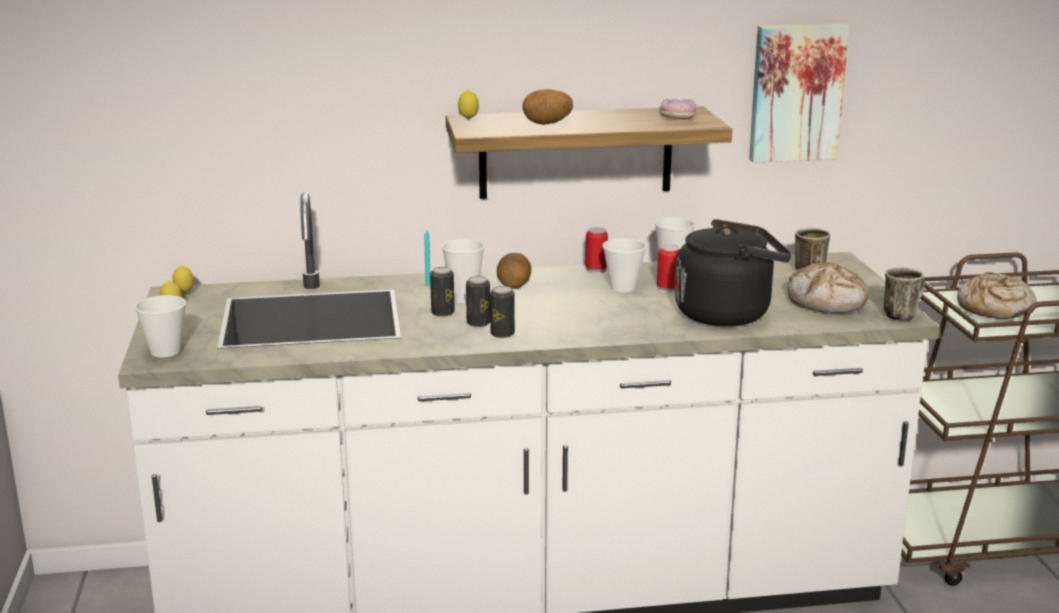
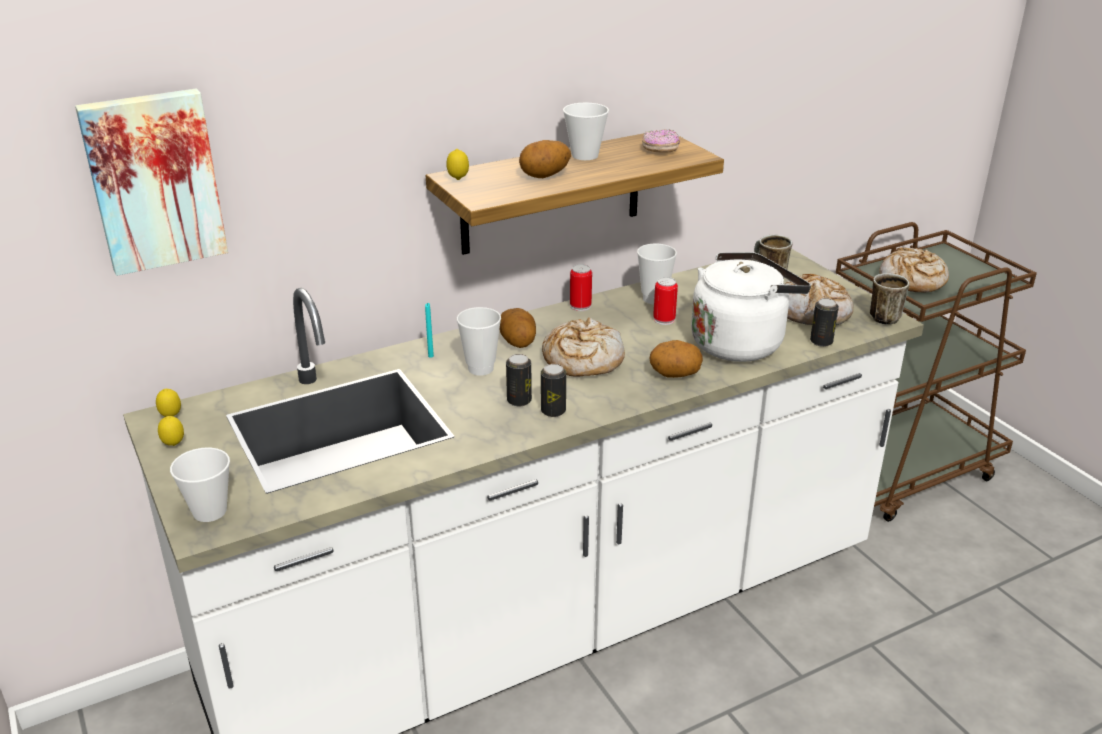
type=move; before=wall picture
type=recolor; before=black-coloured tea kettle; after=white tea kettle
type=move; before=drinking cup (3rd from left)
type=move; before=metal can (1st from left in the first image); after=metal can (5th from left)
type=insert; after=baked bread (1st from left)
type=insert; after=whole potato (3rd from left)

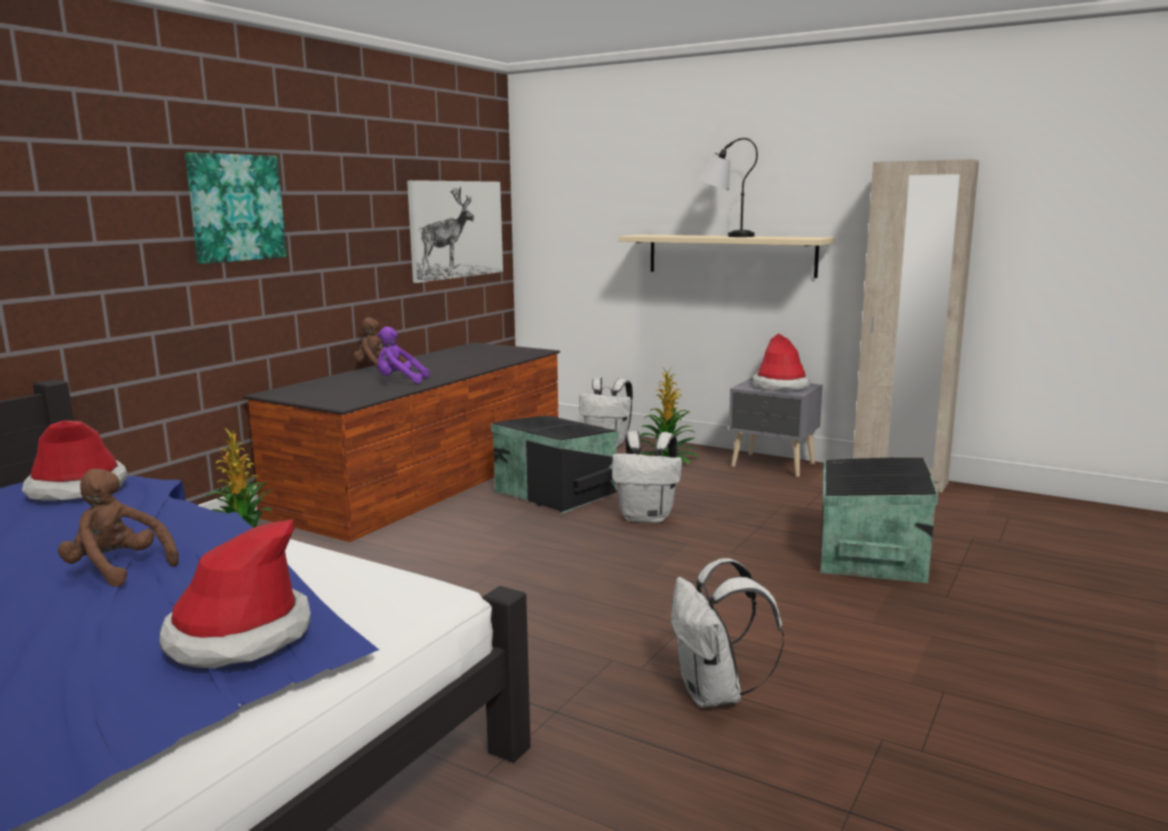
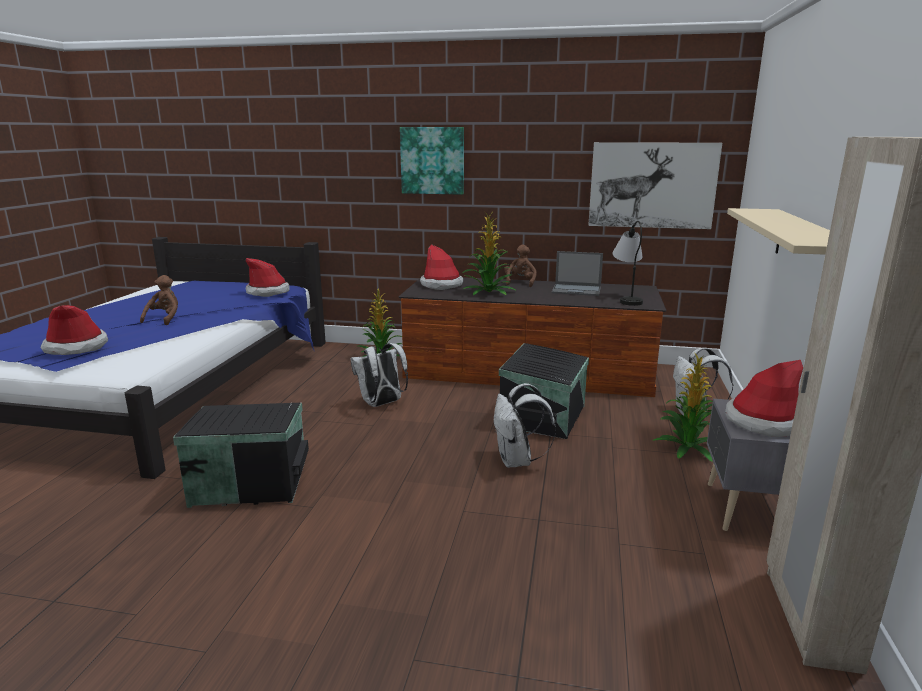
type=move; before=table lamp
type=replace; before=purplish cuddly toy; after=potted plant (2nd from left)
type=move; before=black-coloured storage box (2nd from left in the first image); after=black-coloured storage box (1st from left)
type=move; before=white knapsack (3rd from left in the first image); after=white knapsack (1st from left)
type=insert; after=hat (3rd from left)
type=insert; after=laptop

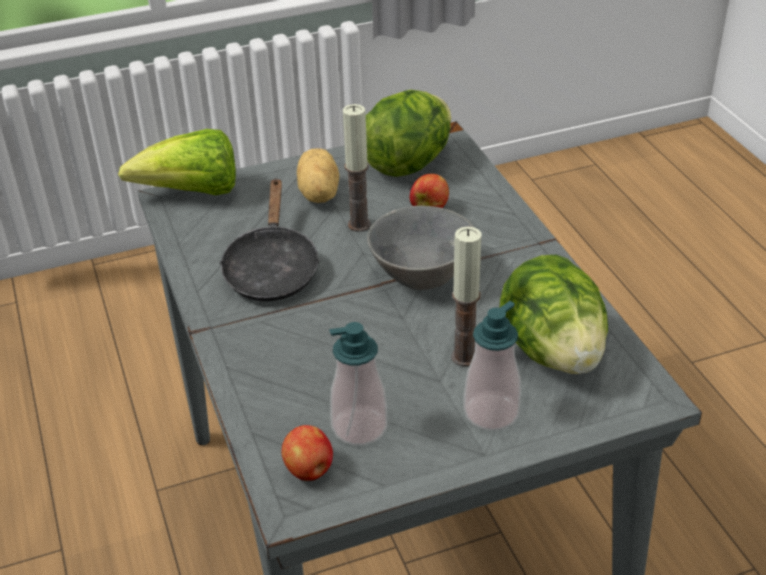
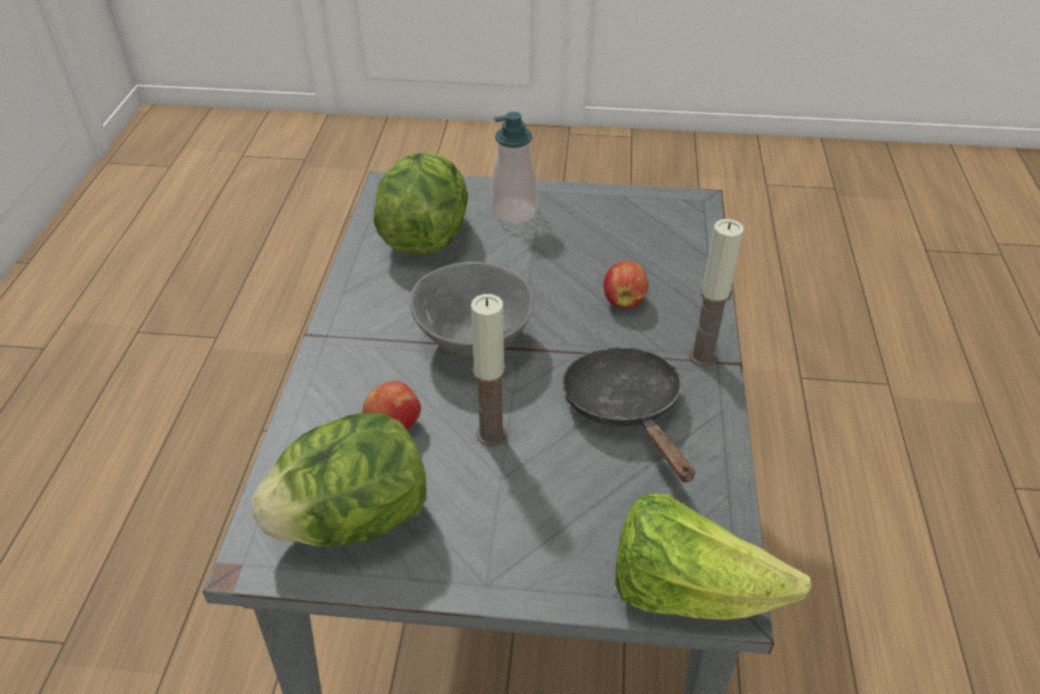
type=delete; before=whole potato
type=rotate; before=black-coloured pan; turn=-45
type=move; before=candle (2nd from left)
type=delete; before=soap bottle (1st from left)
type=move; before=whole apple (1st from left in the first image); after=whole apple (2nd from left)

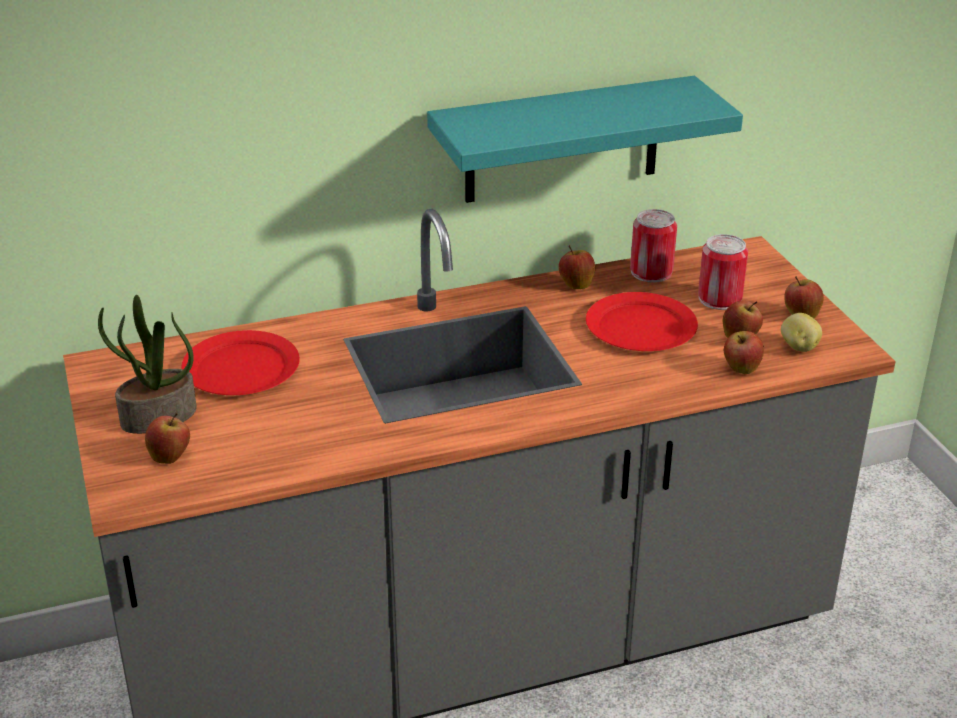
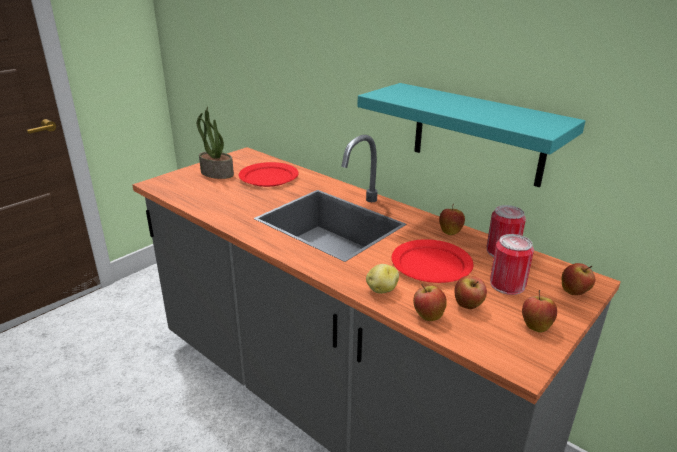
type=move; before=whole potato
type=move; before=whole apple (1st from left in the first image); after=whole apple (5th from left)

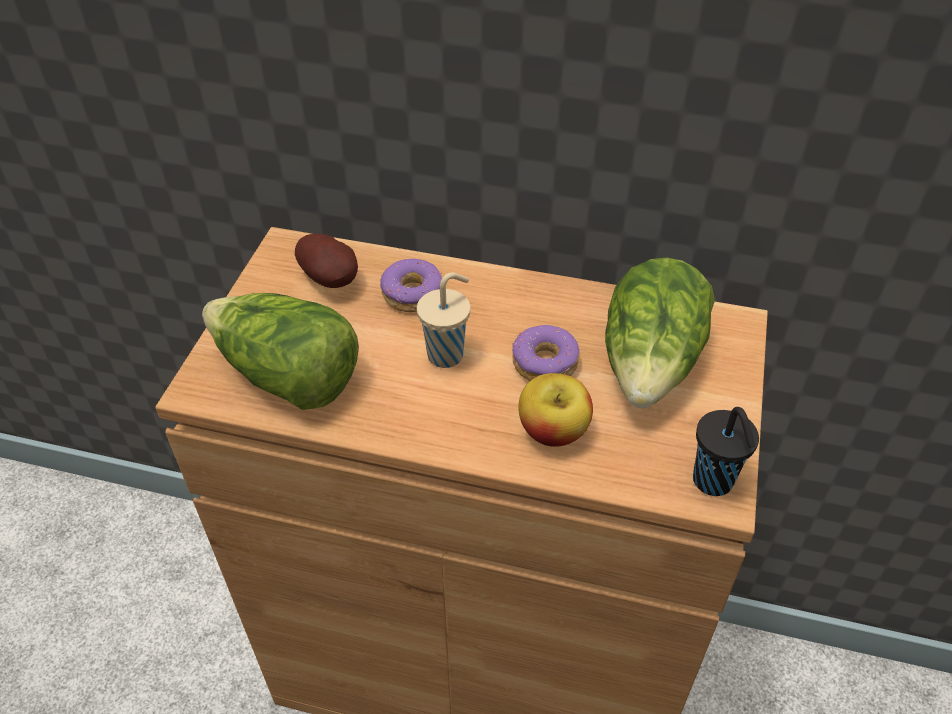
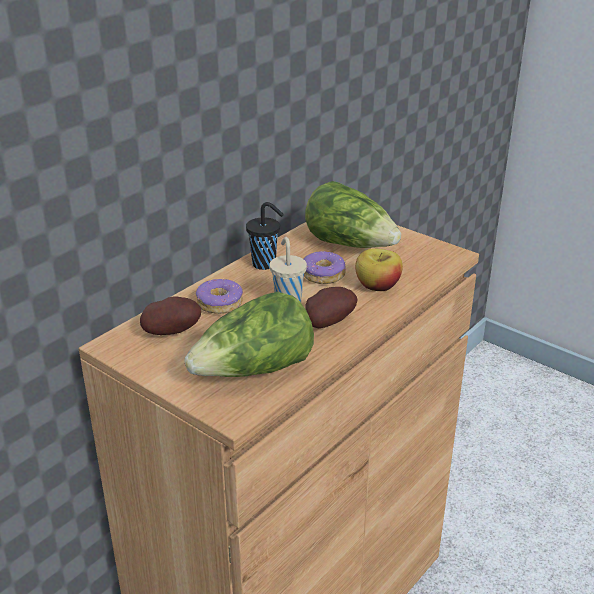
type=move; before=black-coloured drinking cup
type=insert; after=whole potato (2nd from left)

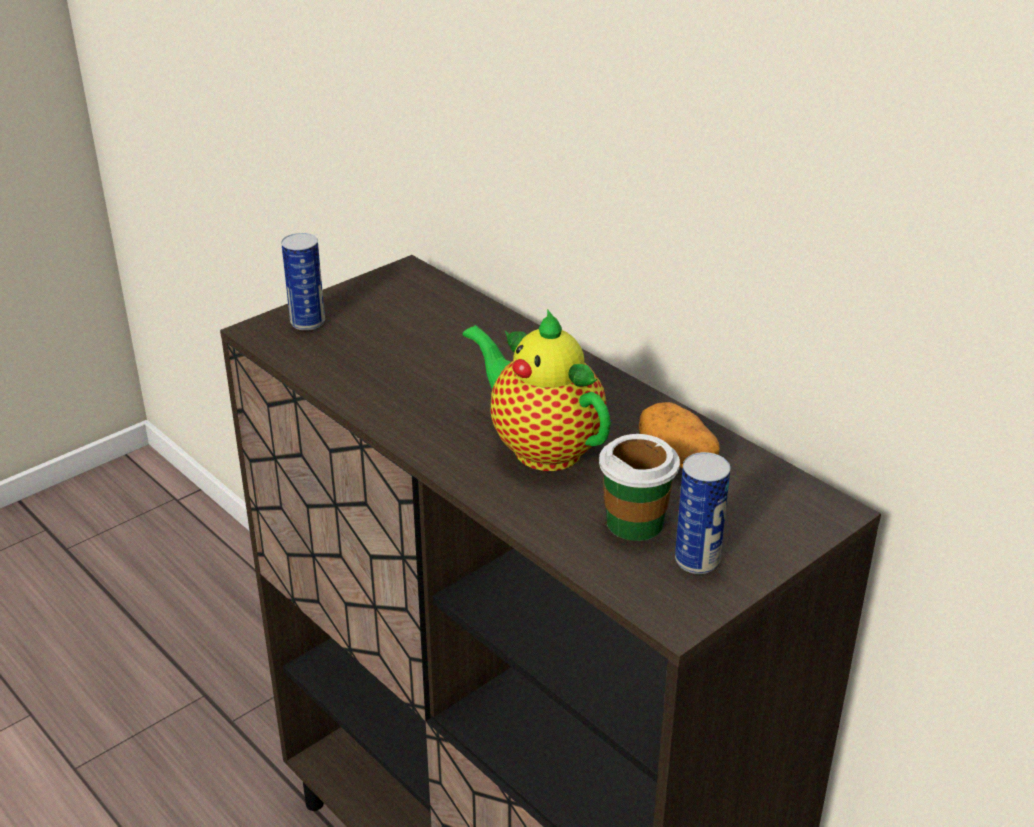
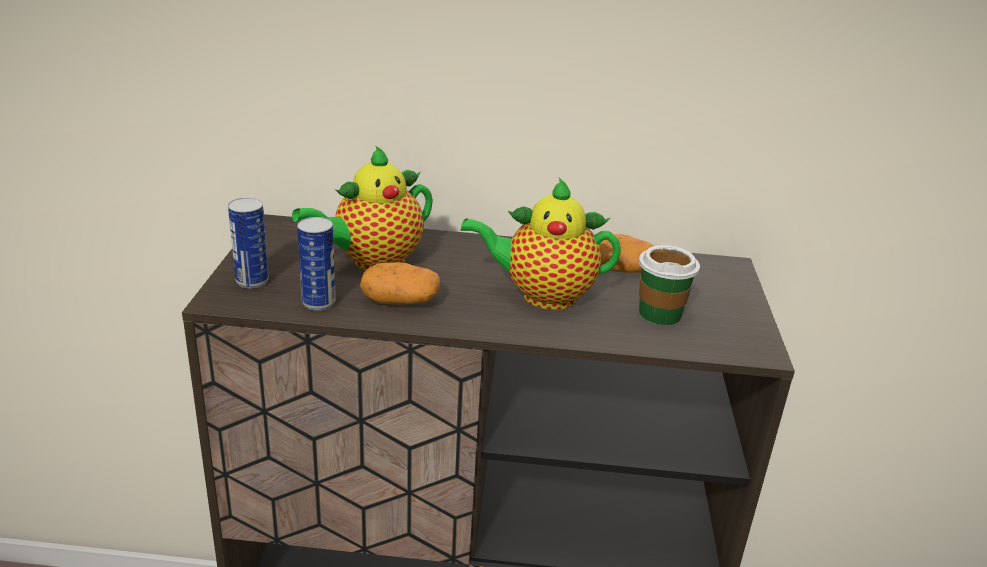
type=move; before=metal can (2nd from left)
type=insert; after=tea pot (1st from left)
type=insert; after=whole potato (1st from left)

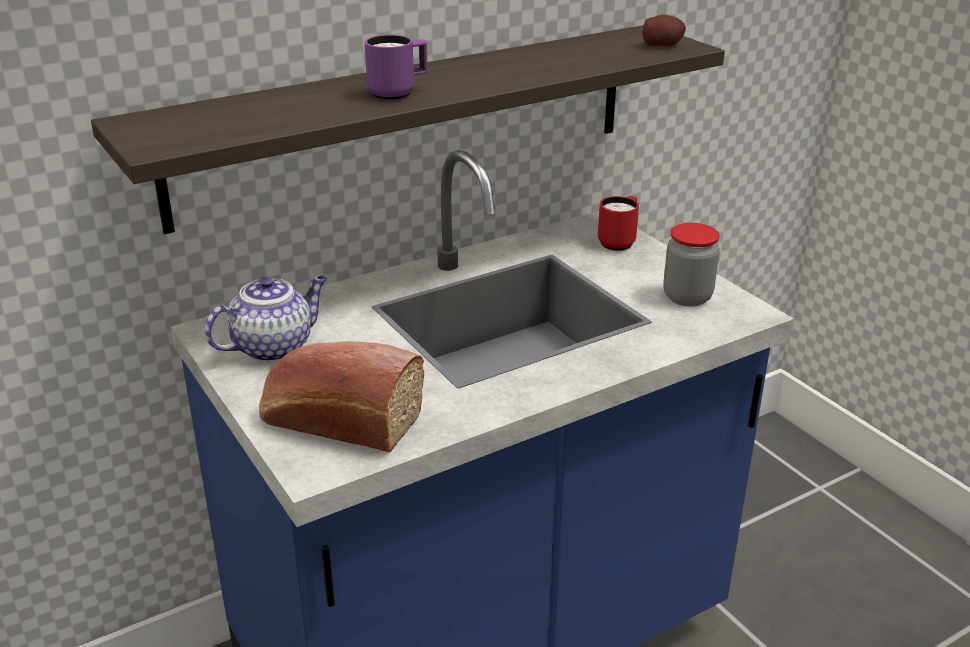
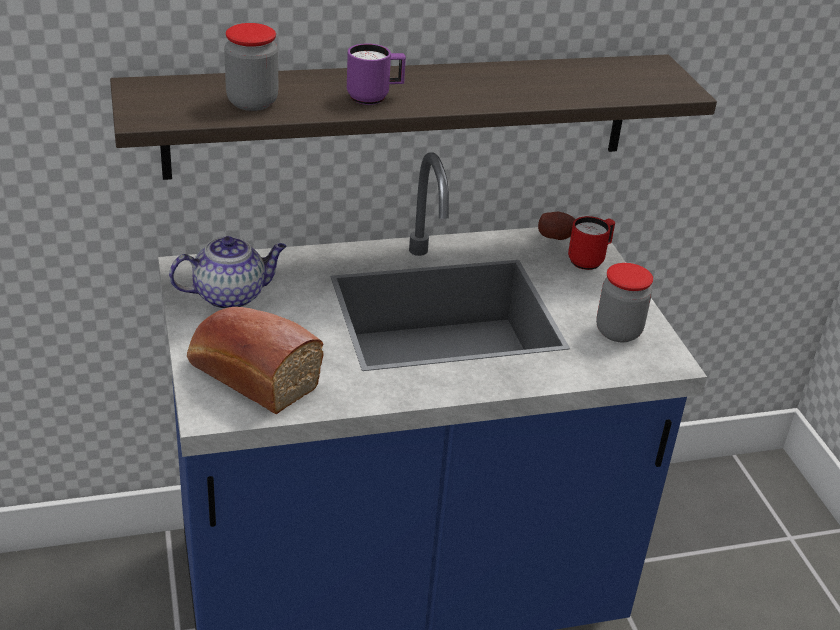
type=move; before=whole potato
type=insert; after=preserve jar (1st from left)

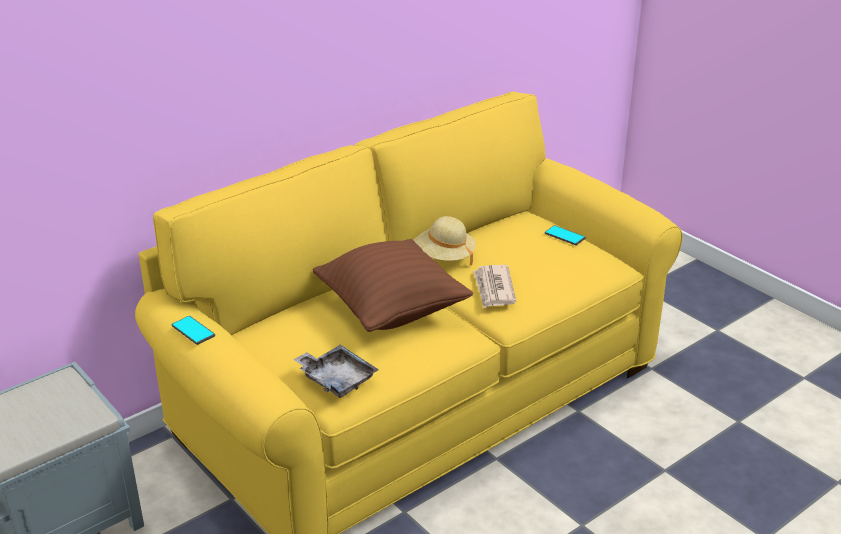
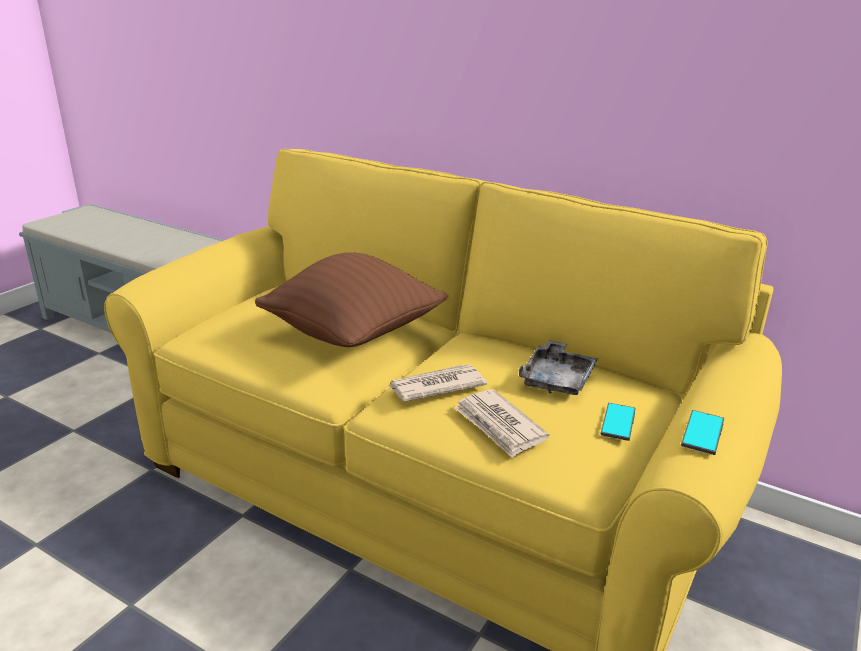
type=delete; before=beige-coloured hat
type=move; before=phone (1st from left in the first image); after=phone (2nd from left)
type=move; before=greyish tray
type=insert; after=newspaper (2nd from left)

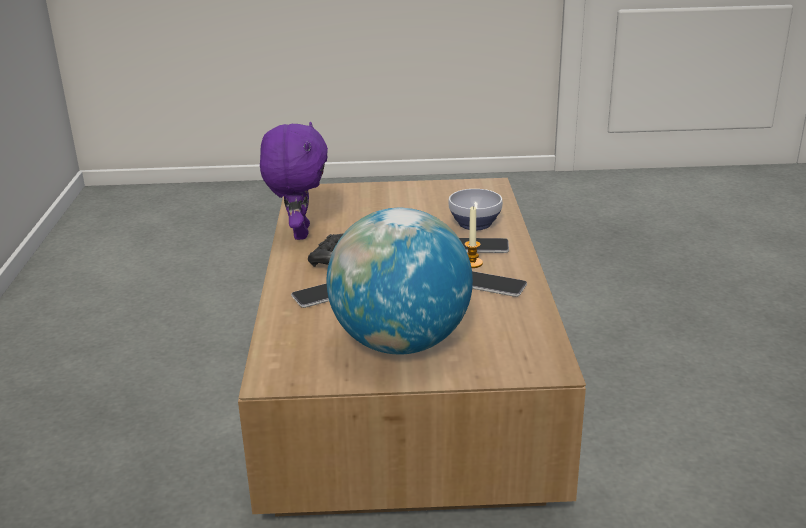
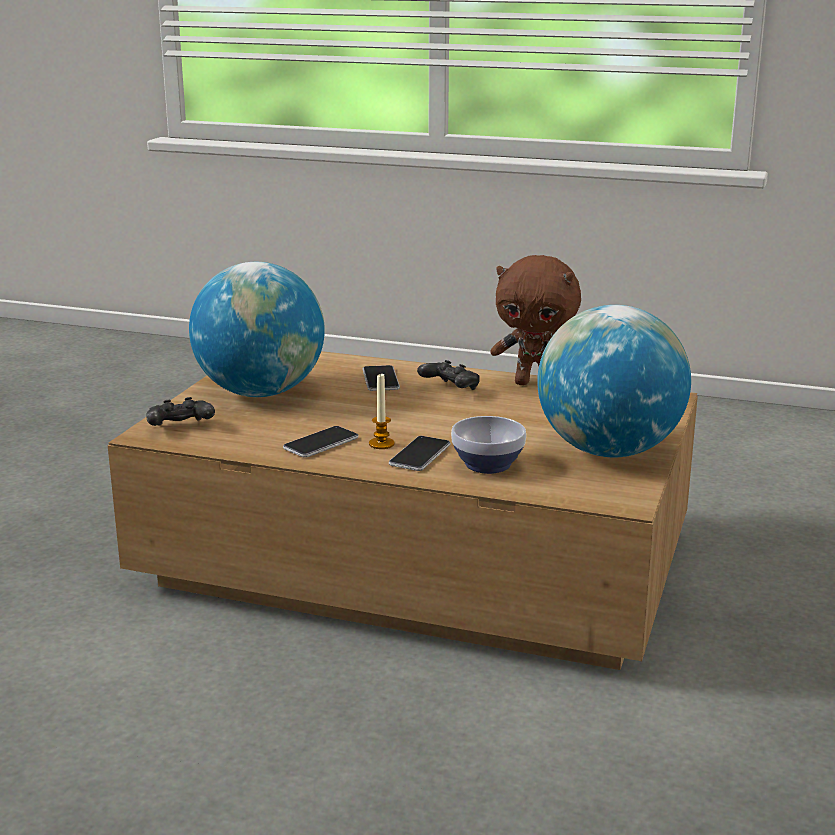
type=recolor; before=purplish cuddly toy; after=brown-coloured cuddly toy
type=insert; after=desk globe (2nd from left)
type=insert; after=black-coloured game controller (1st from left)

